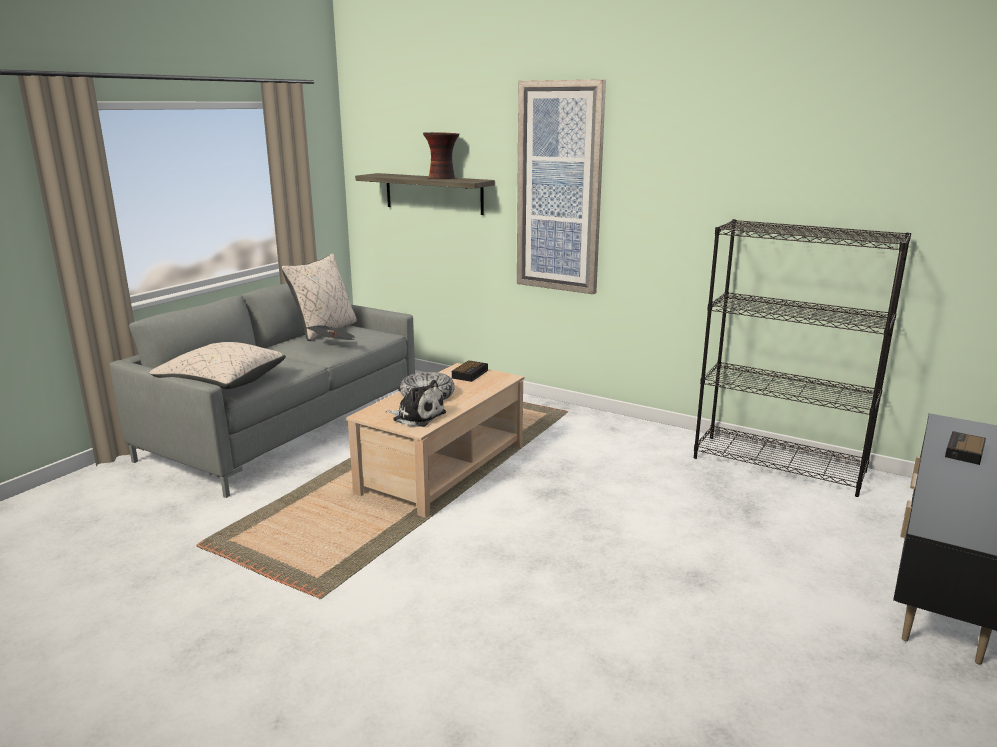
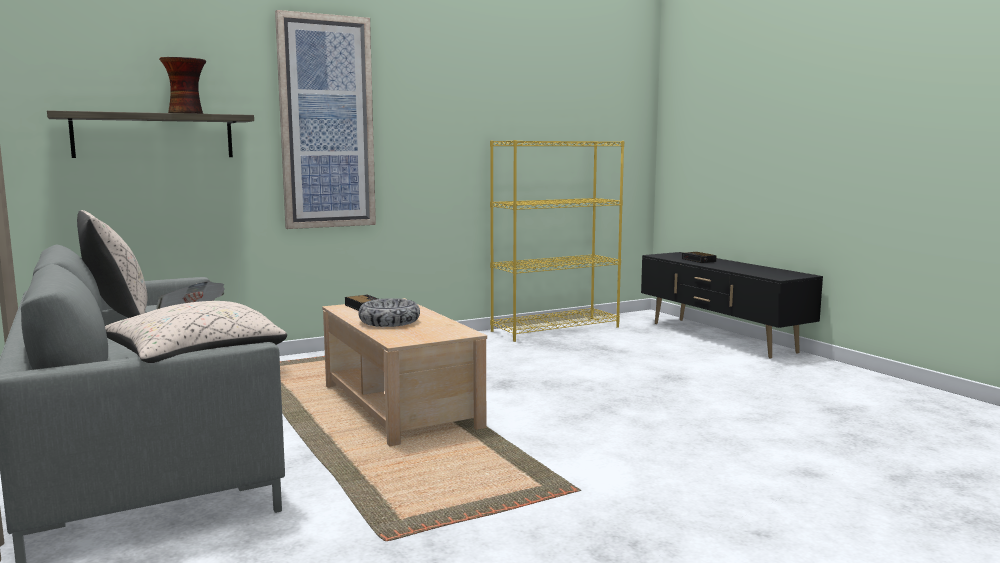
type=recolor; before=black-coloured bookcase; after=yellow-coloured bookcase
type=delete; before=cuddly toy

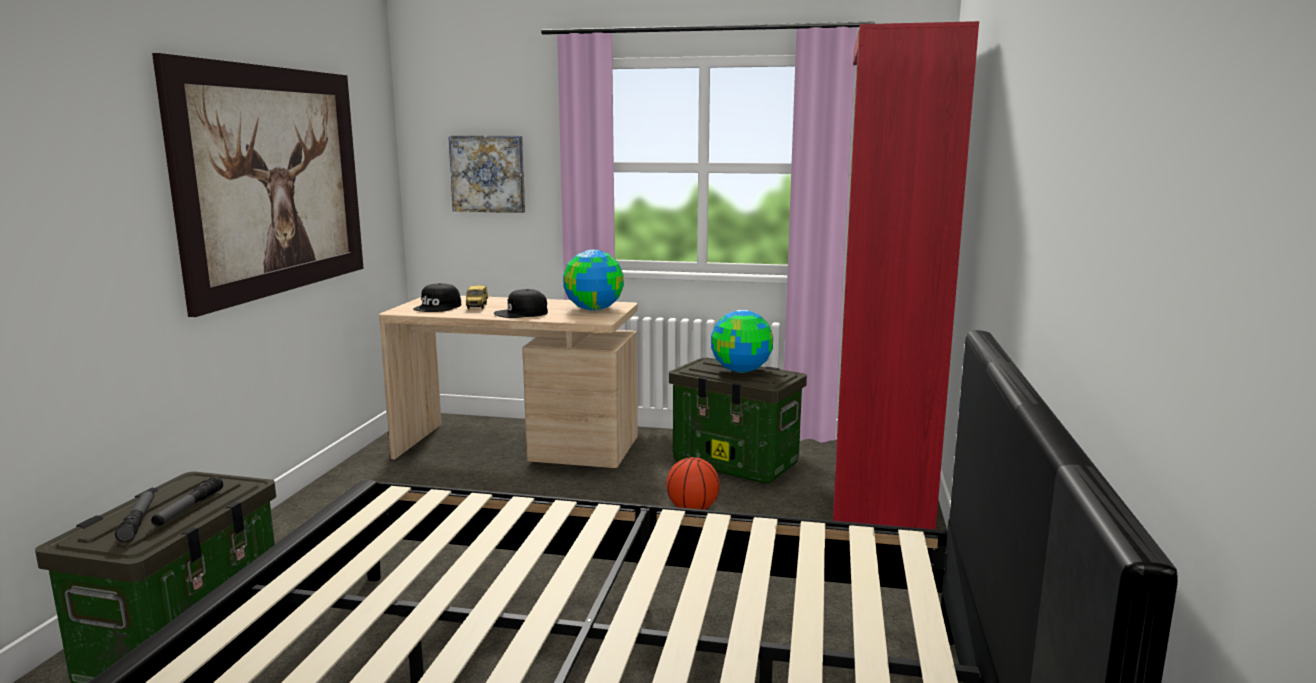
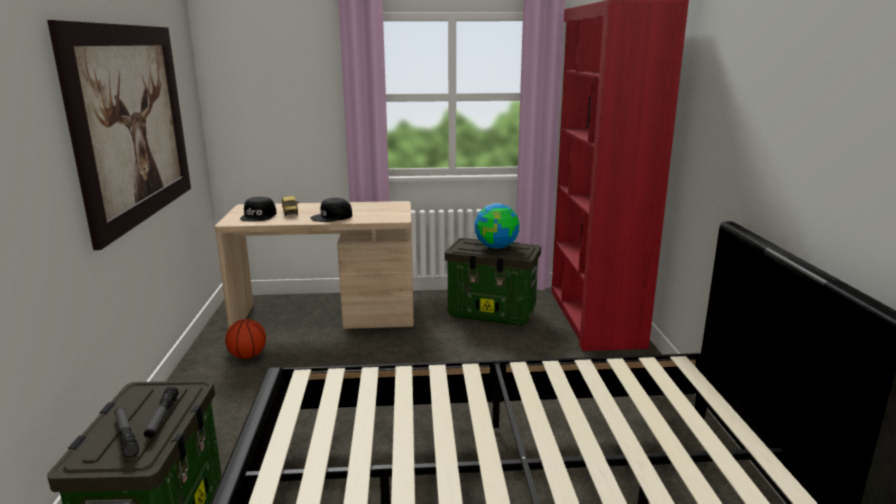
type=delete; before=wall picture (2nd from left)
type=delete; before=desk globe (1st from left)
type=move; before=basketball

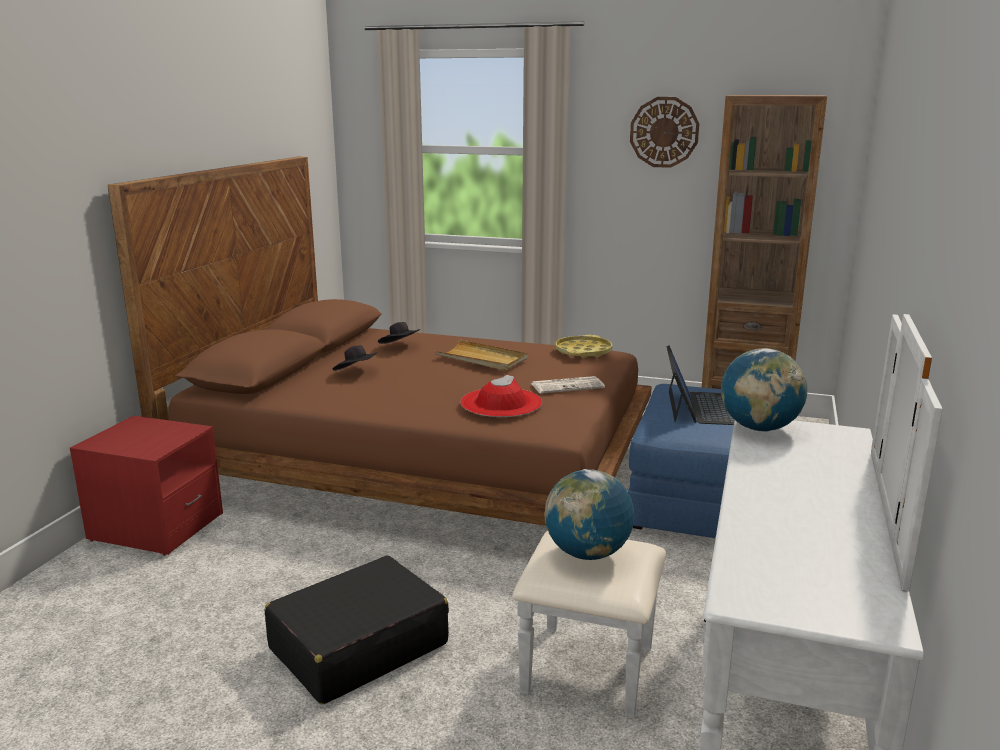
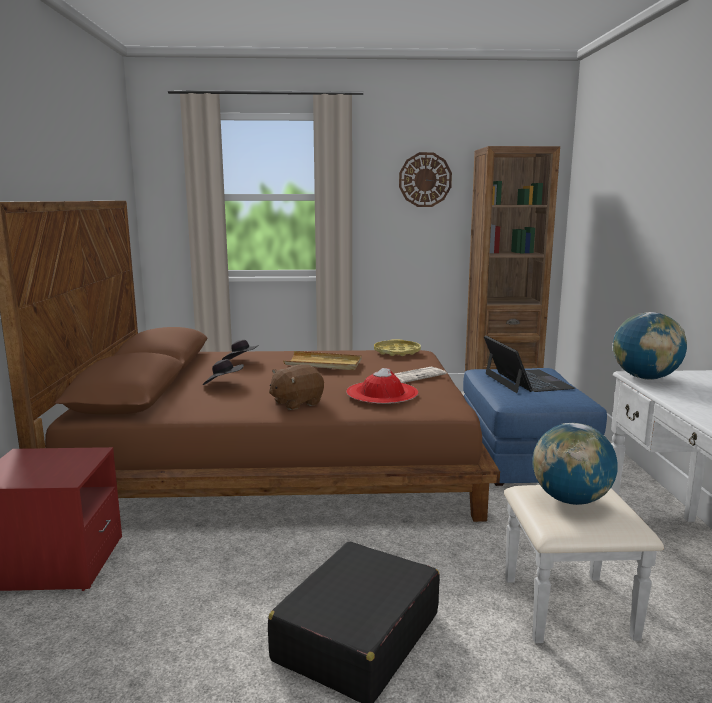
type=insert; after=brown-coloured cuddly toy

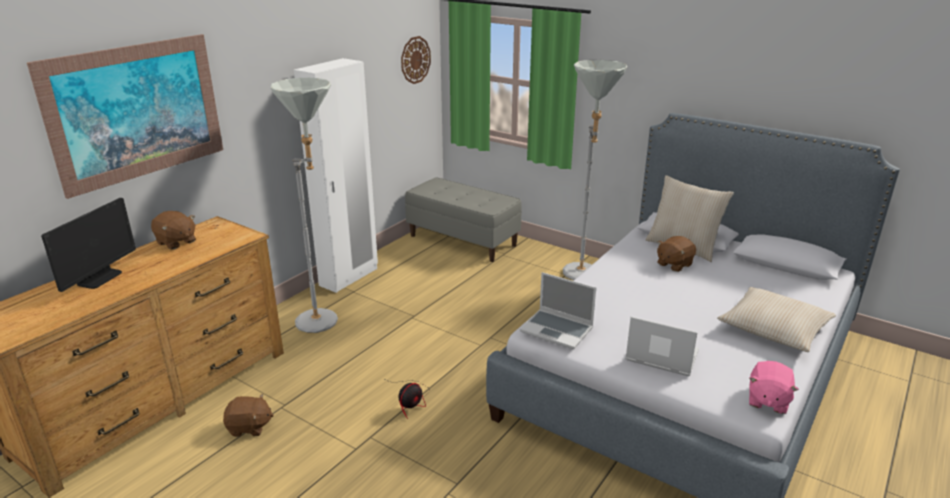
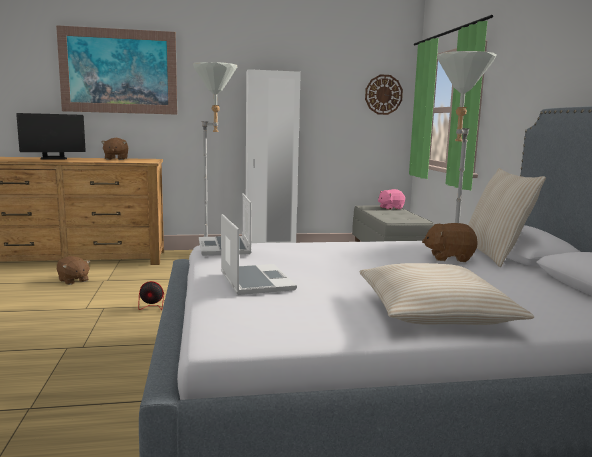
type=move; before=pinkish cuddly toy

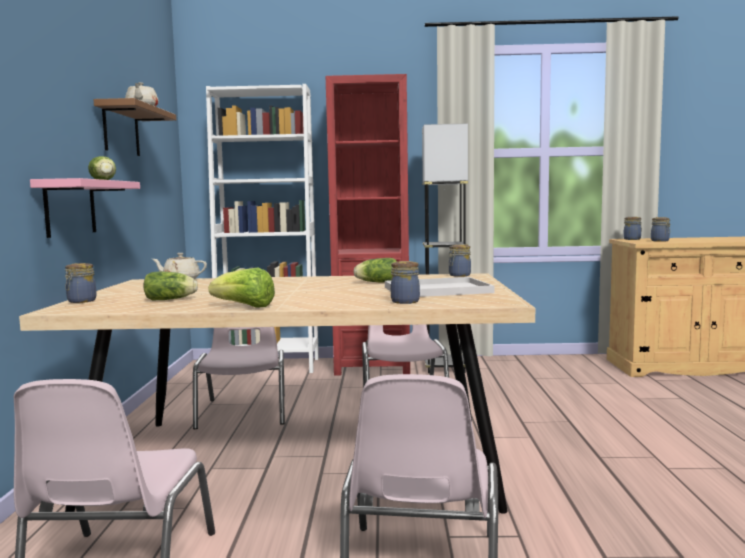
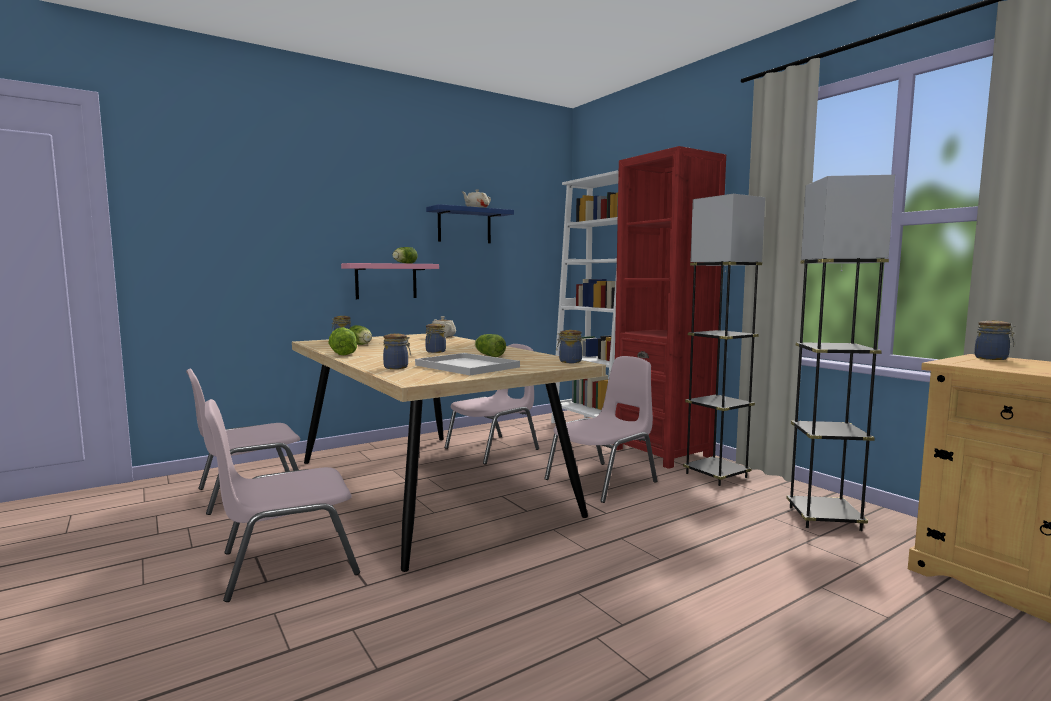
type=recolor; before=brown-coloured wall shelf; after=blue wall shelf
type=move; before=preserve jar (5th from left in the first image); after=preserve jar (3rd from left)
type=insert; after=greyish standing lamp (2nd from left)

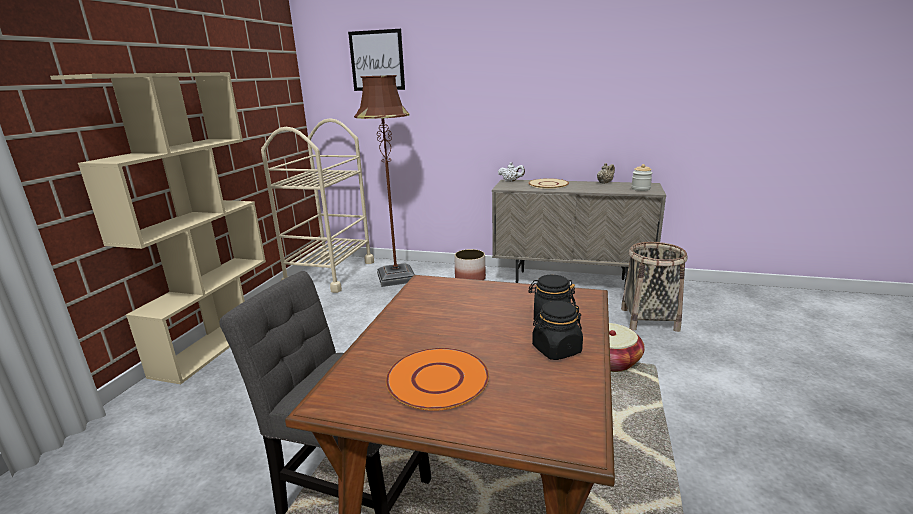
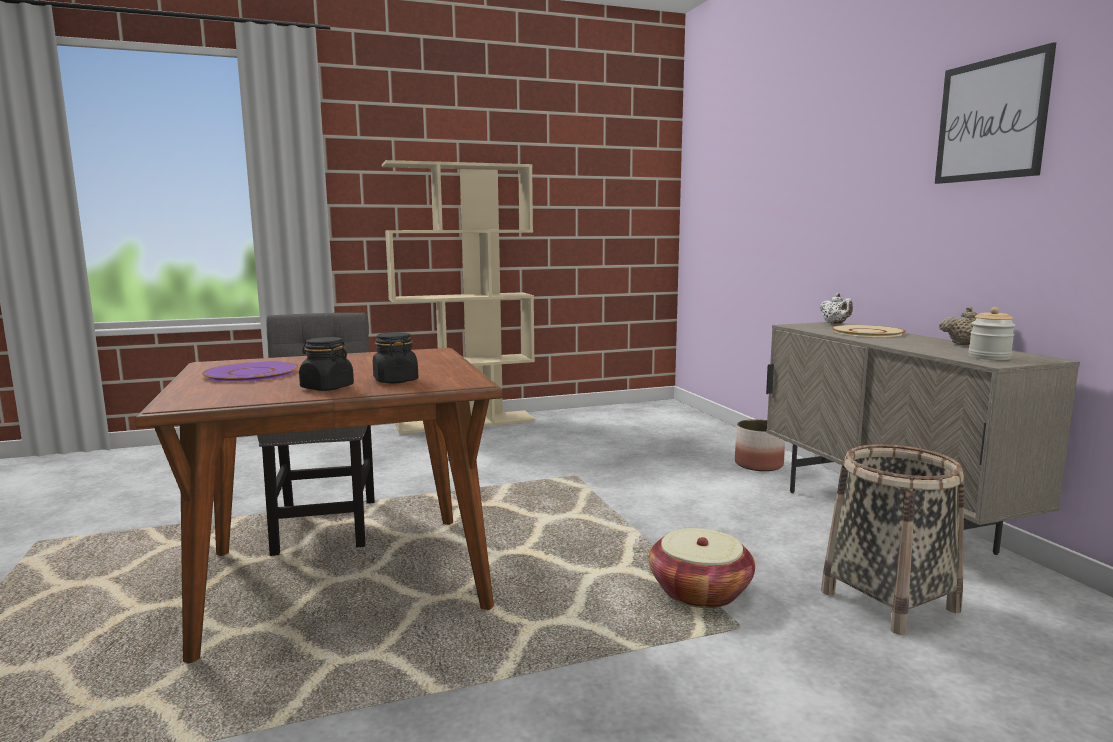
type=move; before=wall picture
type=delete; before=brown-coloured standing lamp
type=delete; before=beige-coloured wheeled cart
type=recolor; before=orange plate; after=purplish plate

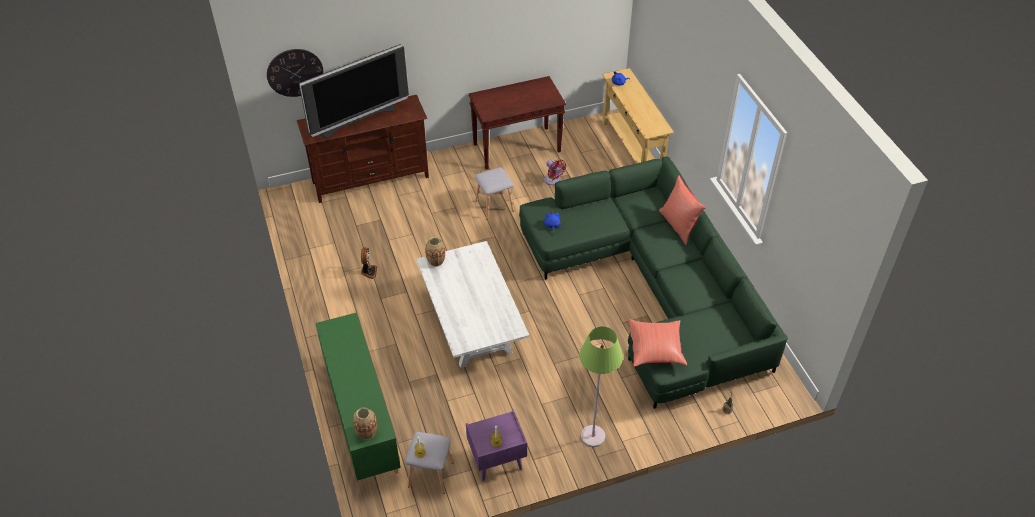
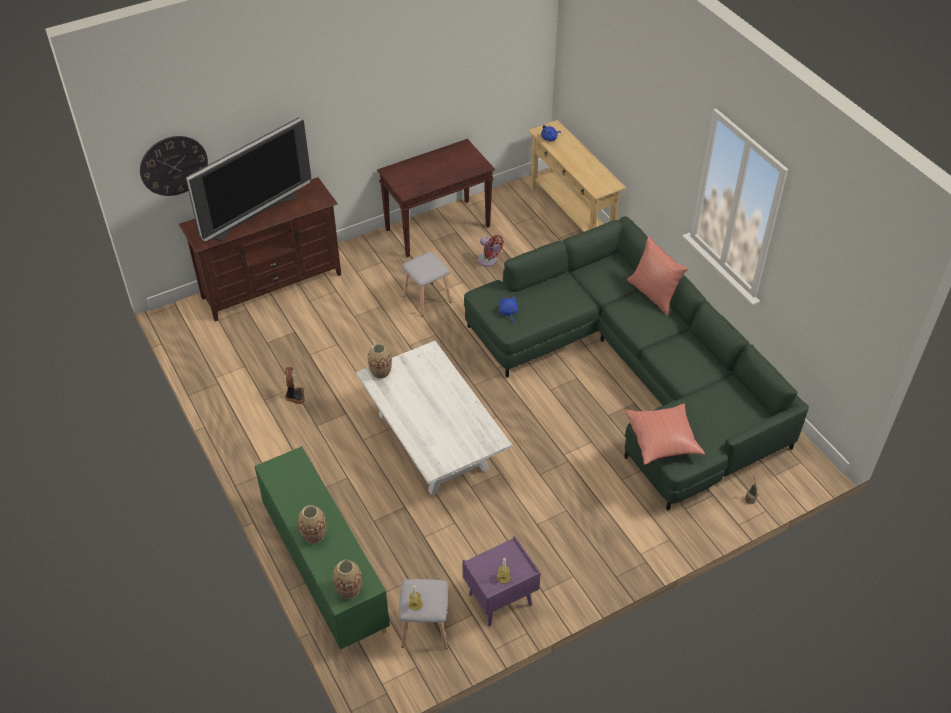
type=delete; before=green standing lamp
type=insert; after=flower vase (1st from left)

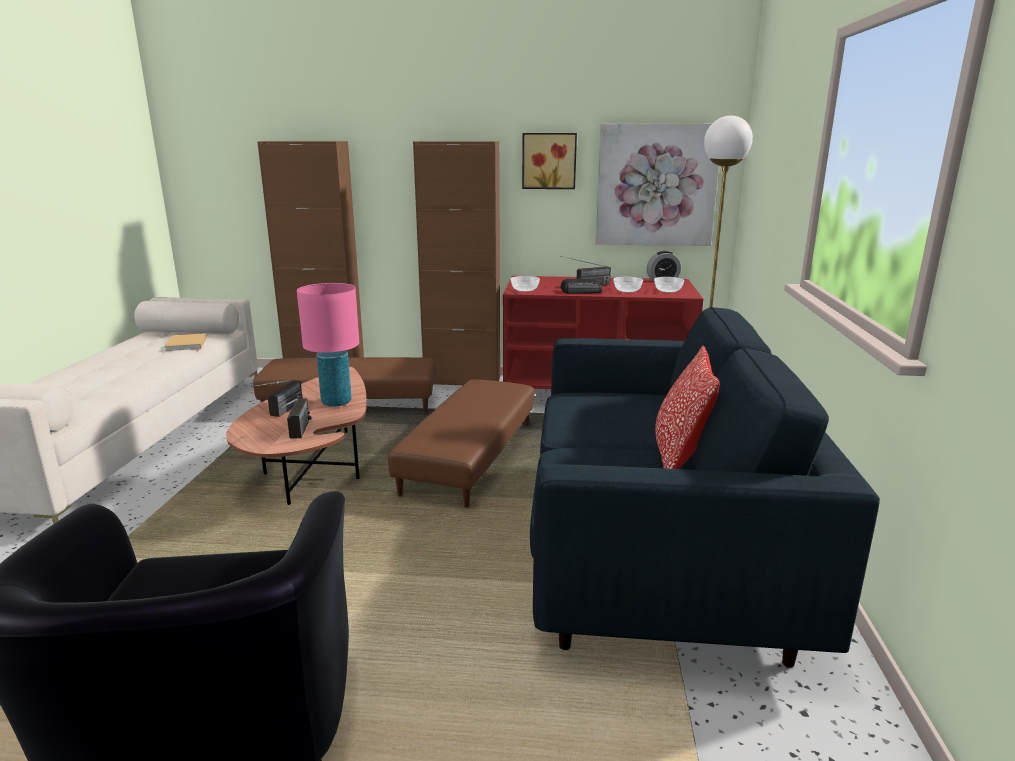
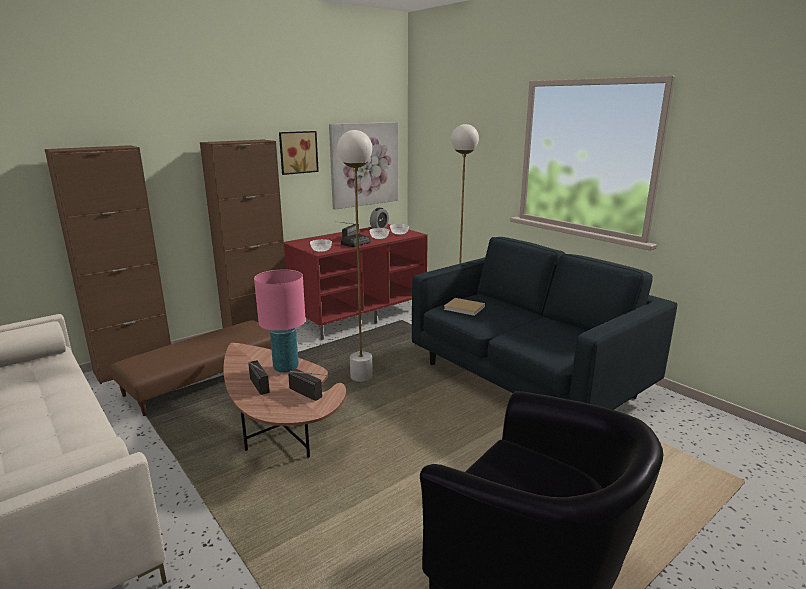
type=move; before=beige-coloured bound book
type=delete; before=pillow
type=replace; before=brown-coloured pouffe (2nd from left); after=white standing lamp (1st from left)

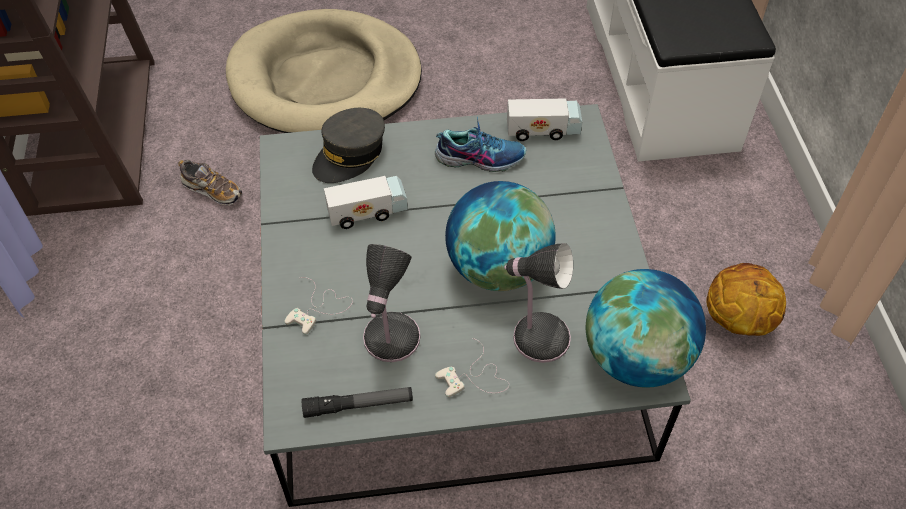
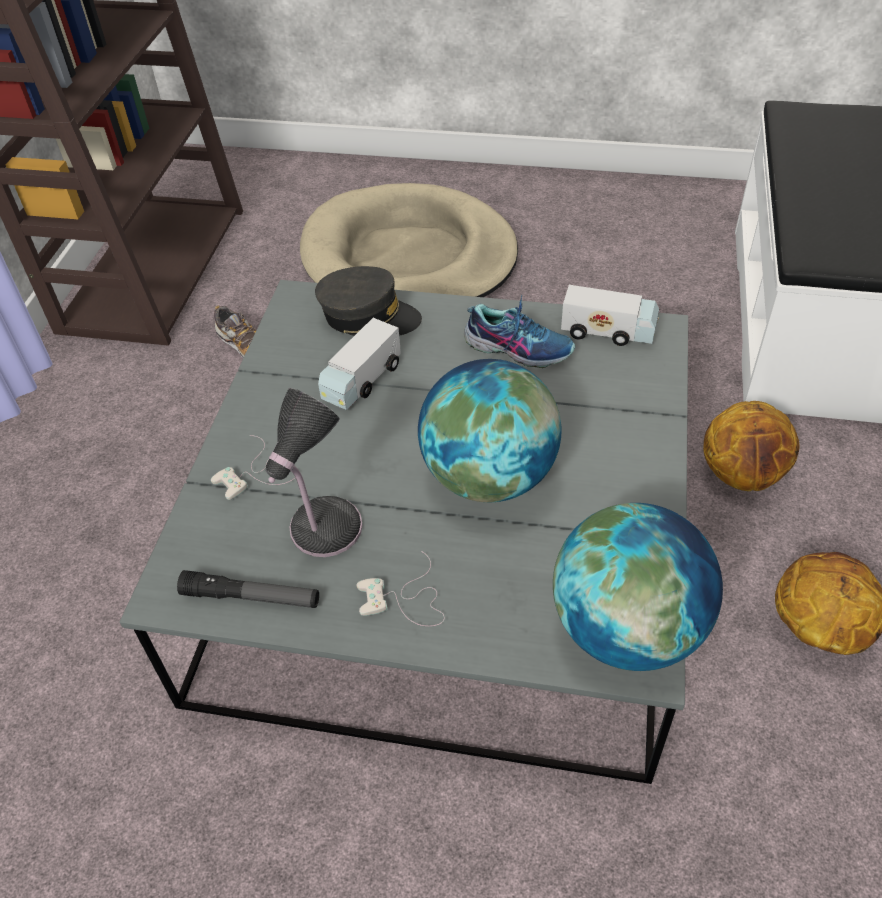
type=rotate; before=greyish baseball cap; turn=-135
type=rotate; before=toy lorry (1st from left); turn=120
type=delete; before=table lamp (2nd from left)
type=insert; after=basketball (1st from left)

